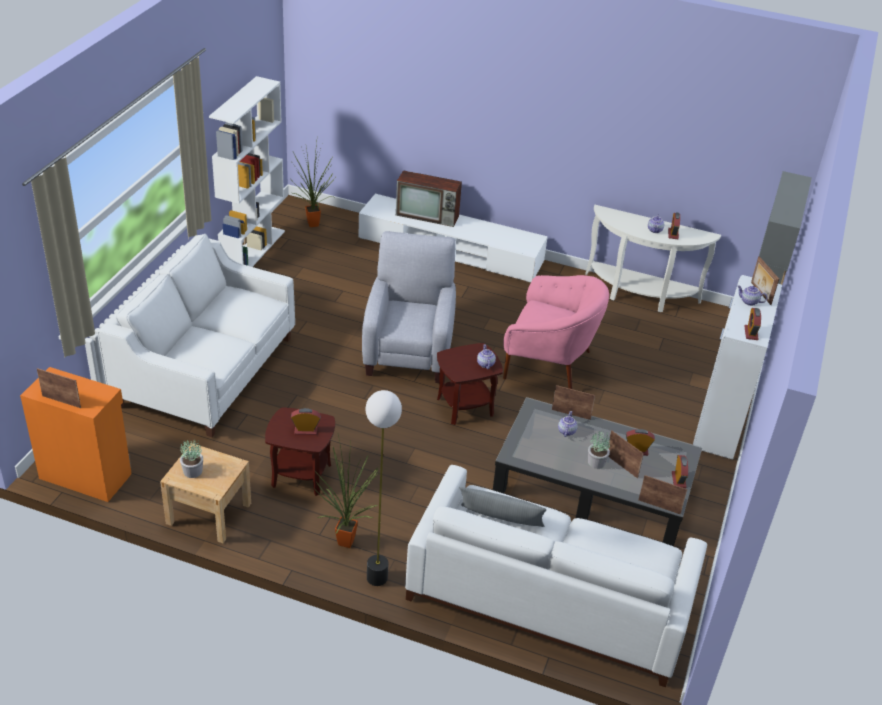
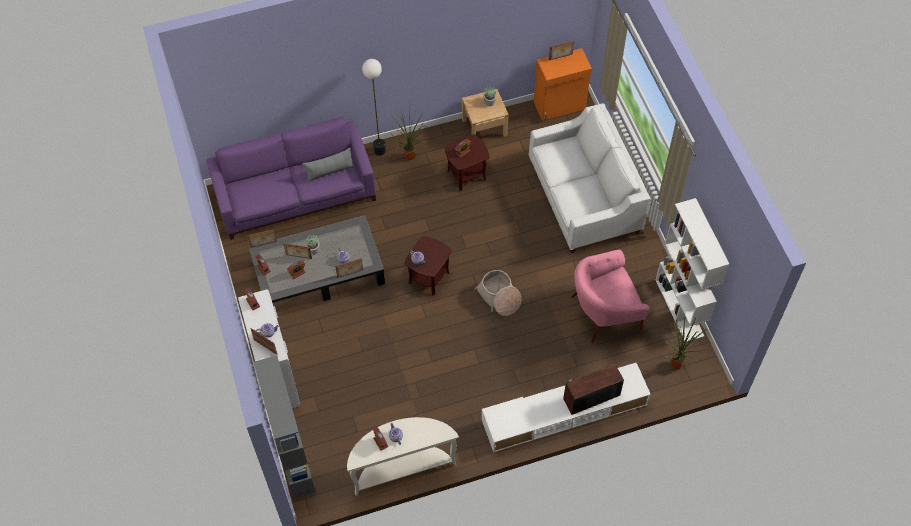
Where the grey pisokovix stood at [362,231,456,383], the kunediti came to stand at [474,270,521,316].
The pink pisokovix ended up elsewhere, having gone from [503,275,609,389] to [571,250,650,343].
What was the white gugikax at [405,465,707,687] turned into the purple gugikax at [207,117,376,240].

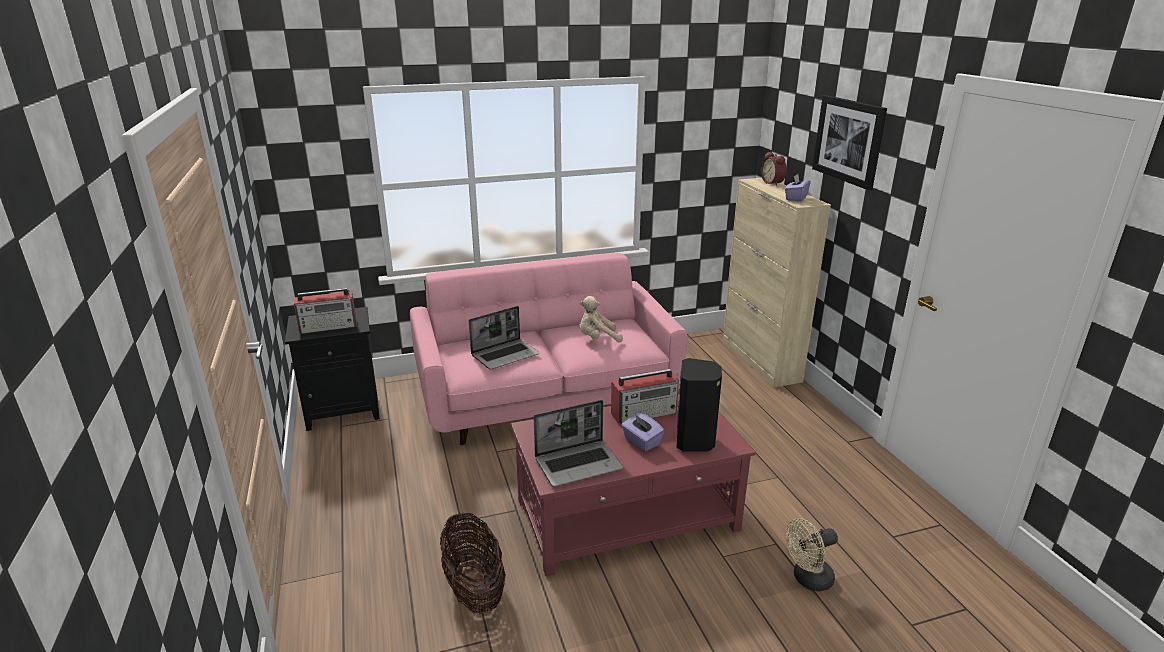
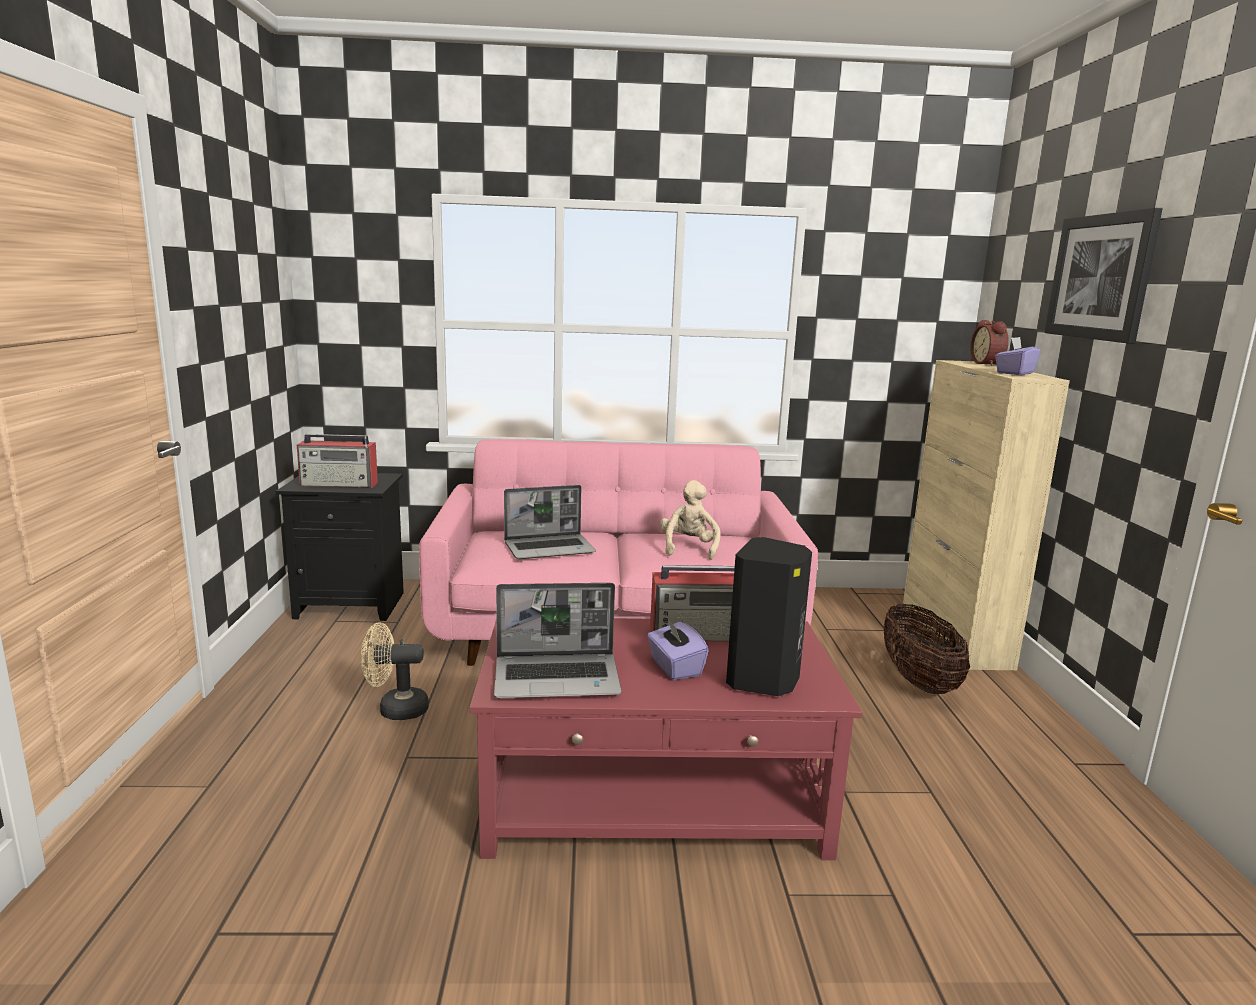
The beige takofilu at [579,296,623,342] ended up facing another way, 90 degrees clockwise from before.
The kunediti ended up elsewhere, having gone from [440,513,506,615] to [883,604,970,694].
The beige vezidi ended up elsewhere, having gone from [786,518,838,591] to [361,622,429,720].

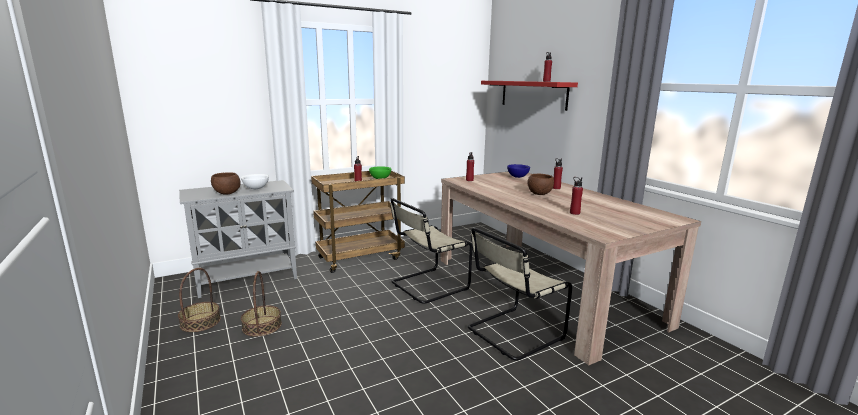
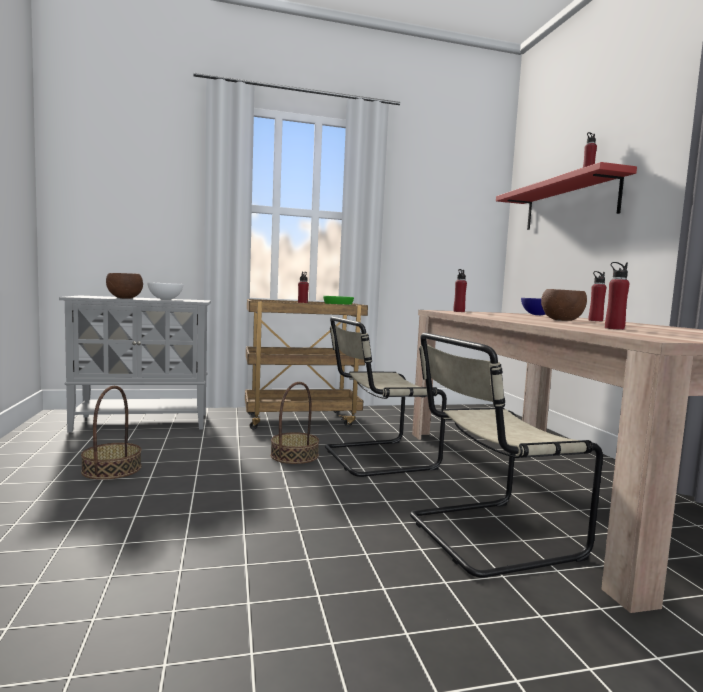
The kunediti ended up elsewhere, having gone from [178,268,221,332] to [270,382,319,464].

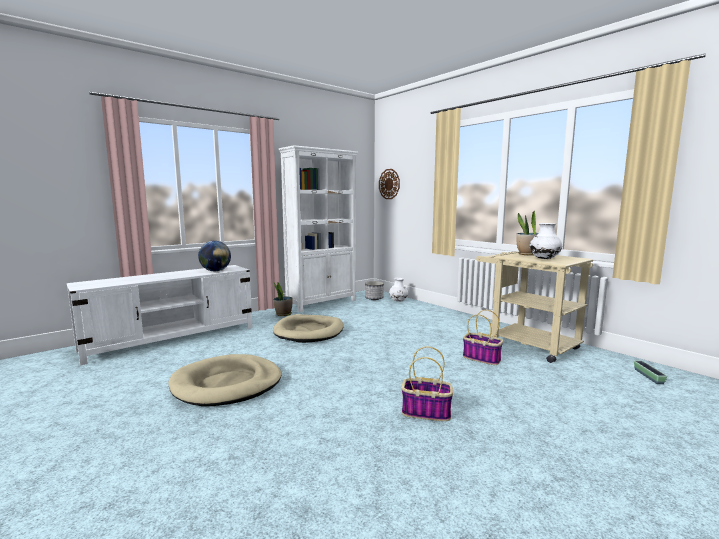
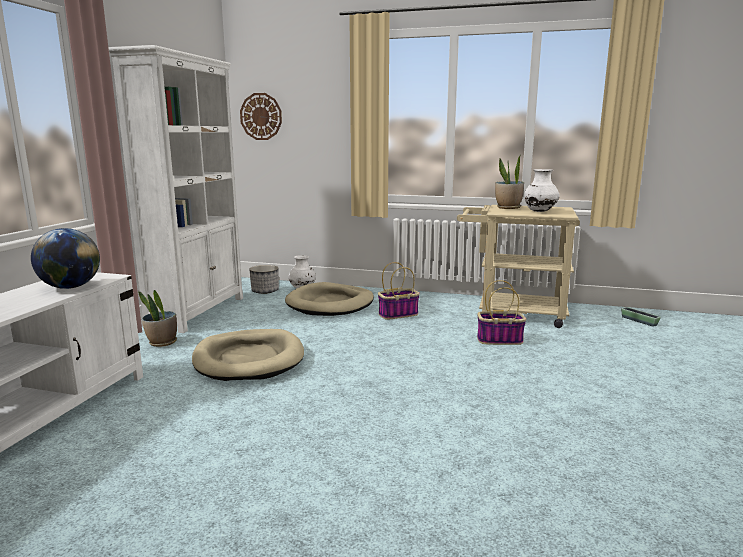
The kunediti ended up elsewhere, having gone from [401,346,453,421] to [378,262,420,320].
The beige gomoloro ended up elsewhere, having gone from [169,354,281,406] to [285,282,374,316].

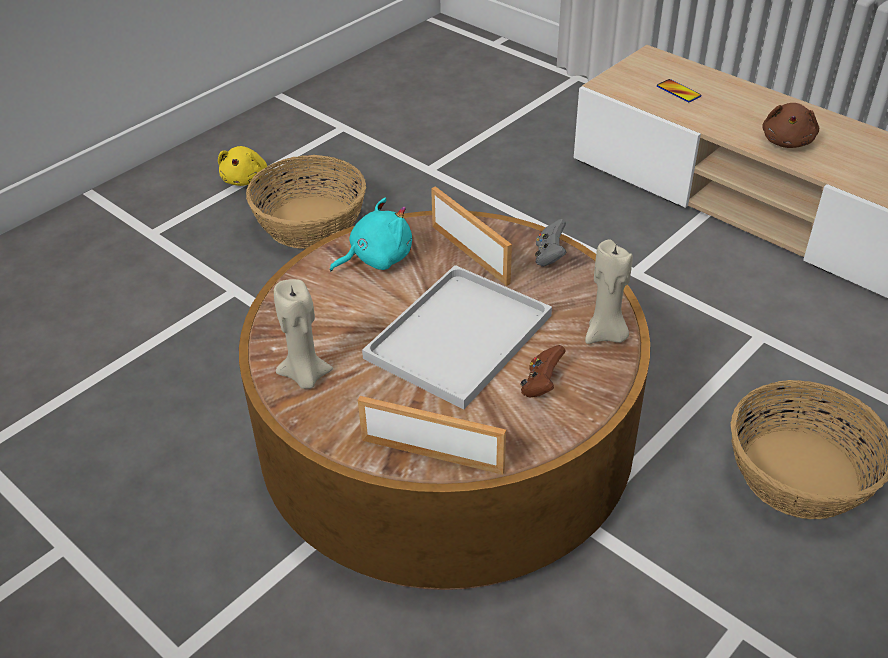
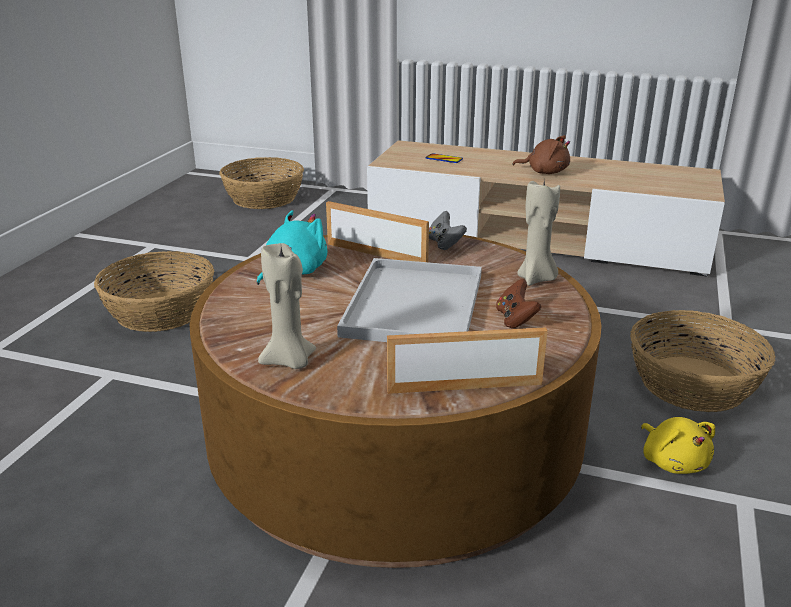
The brown takofilu at [762,103,819,148] ended up facing another way, 60 degrees counterclockwise from before.
The yellow takofilu ended up elsewhere, having gone from [218,146,267,186] to [641,417,715,474].
The second view gained the kunediti at [219,157,304,209].

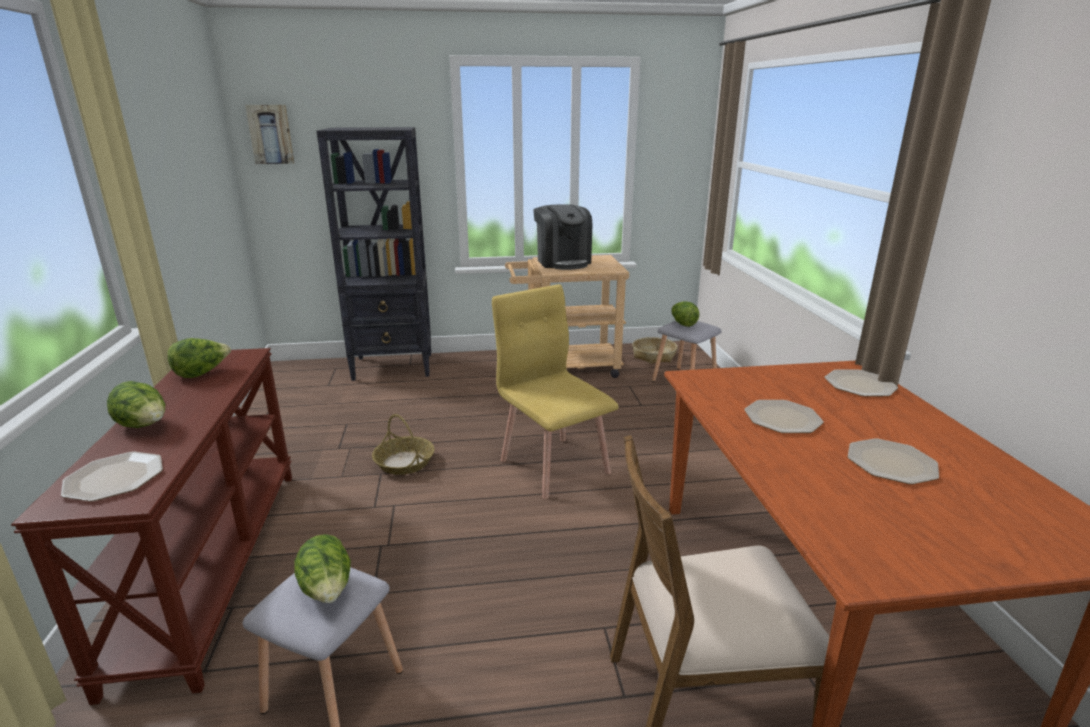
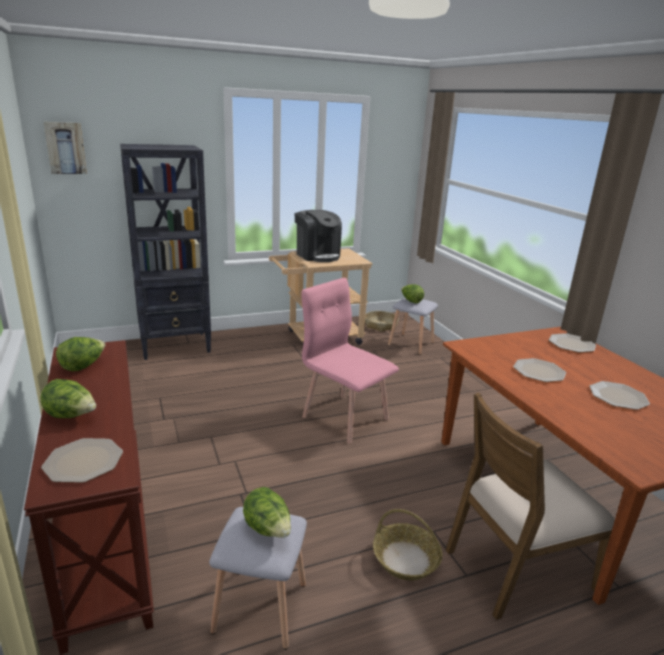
What was the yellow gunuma at [492,284,619,499] turned into the pink gunuma at [301,278,399,444].
The kunediti ended up elsewhere, having gone from [372,414,435,475] to [373,509,443,580].

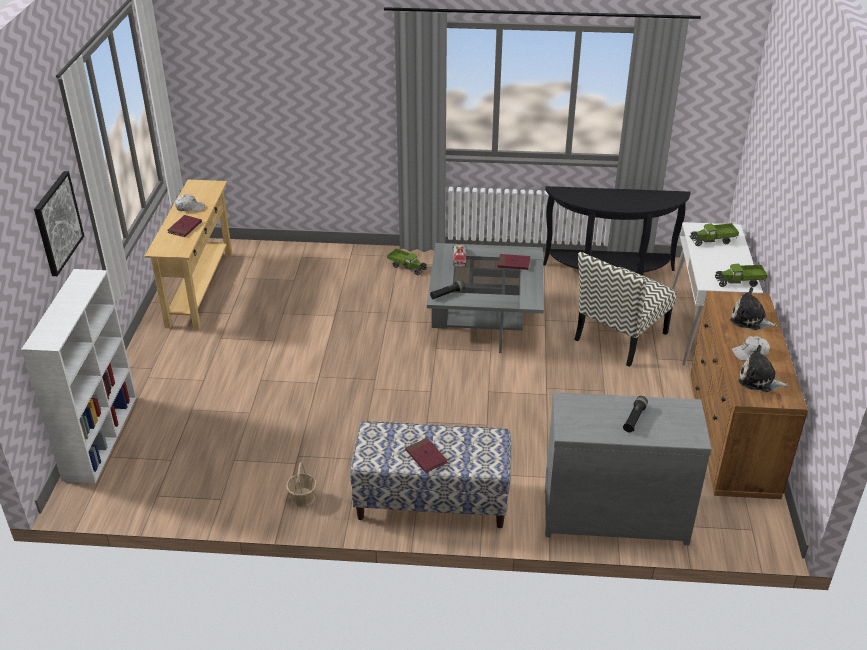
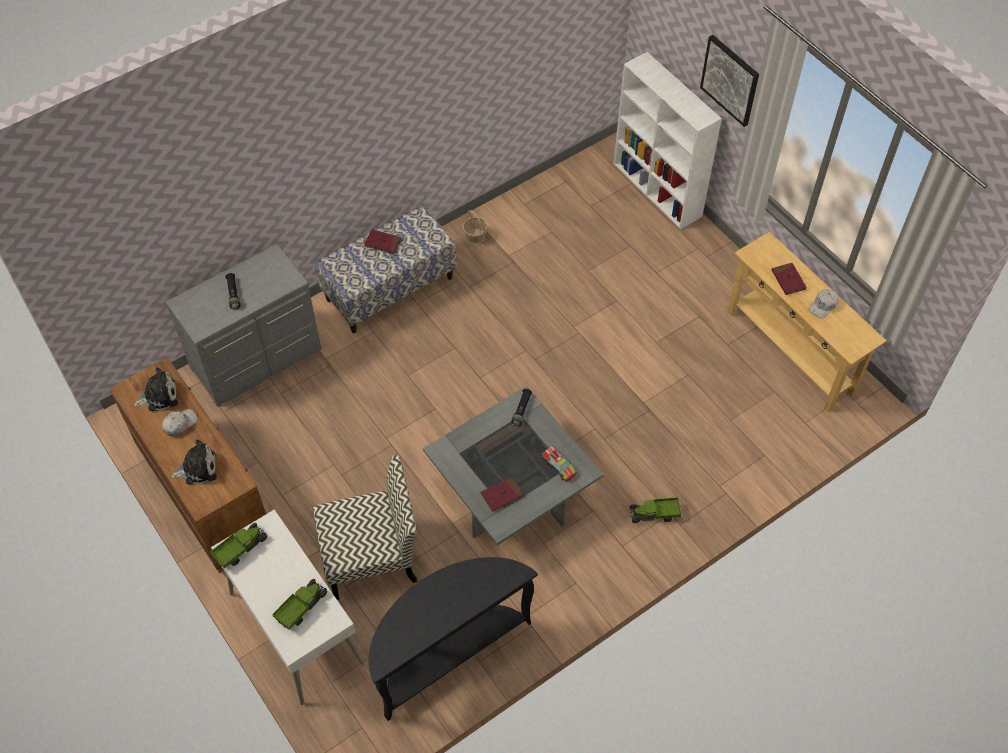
The gunuma at [574,252,677,367] ended up facing another way, 75 degrees clockwise from before.

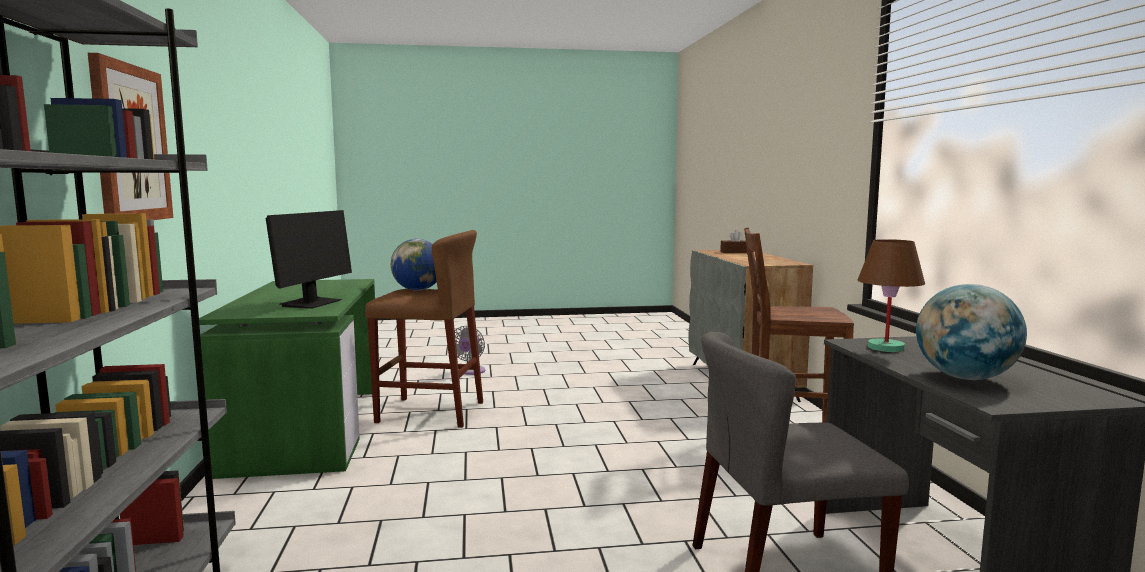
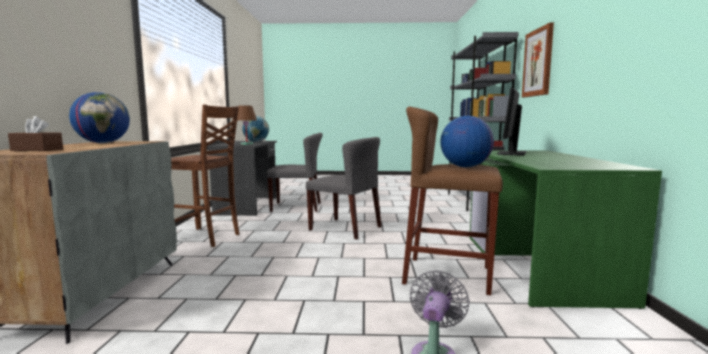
The second view gained the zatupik at [69,92,130,143].
The second view gained the grey gunuma at [306,137,382,239].

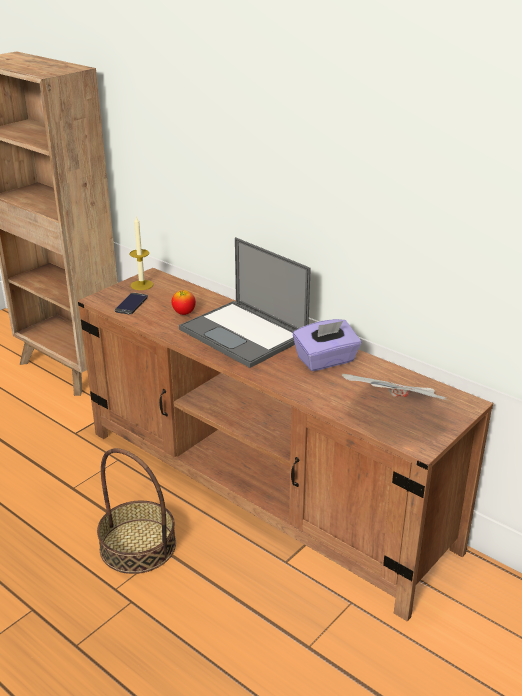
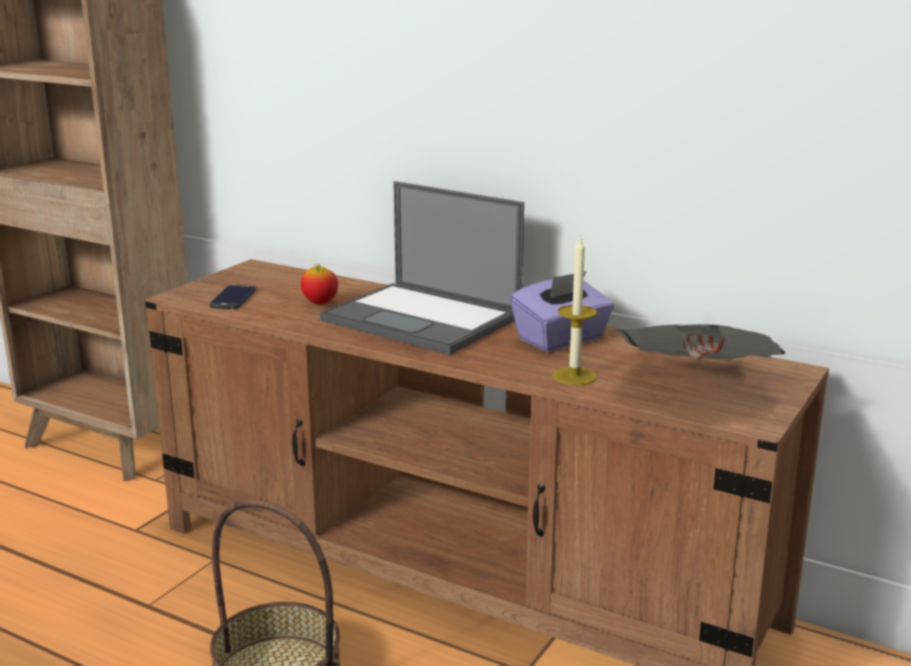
The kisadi ended up elsewhere, having gone from [130,217,153,290] to [552,235,597,385].

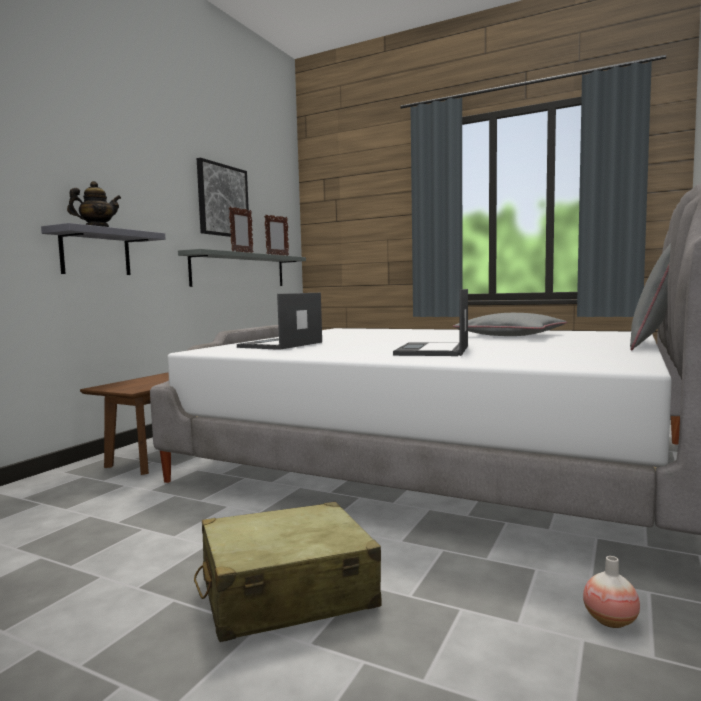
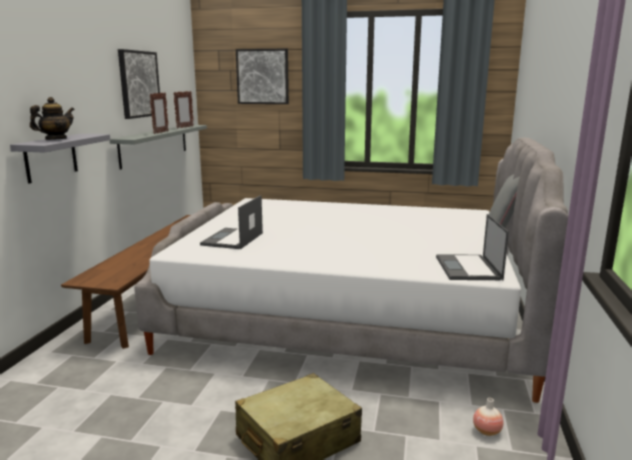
The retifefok ended up elsewhere, having gone from [393,289,468,356] to [436,214,509,280].
The second view lost the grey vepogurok at [453,313,568,336].
The second view gained the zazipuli at [236,49,289,104].

